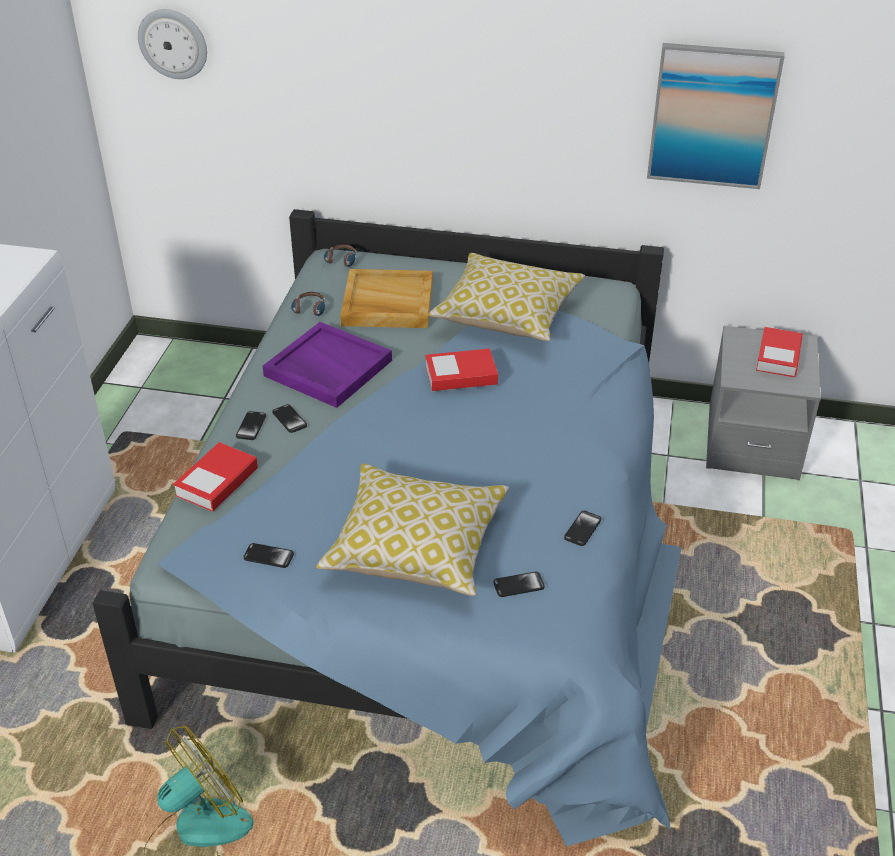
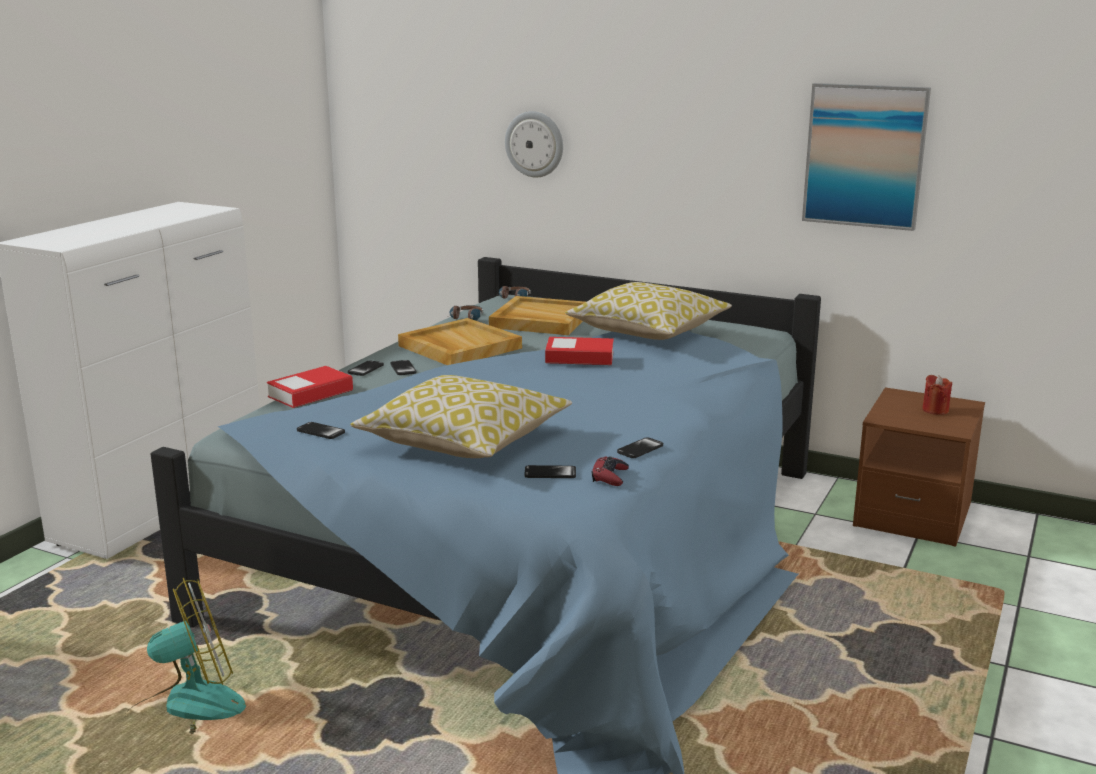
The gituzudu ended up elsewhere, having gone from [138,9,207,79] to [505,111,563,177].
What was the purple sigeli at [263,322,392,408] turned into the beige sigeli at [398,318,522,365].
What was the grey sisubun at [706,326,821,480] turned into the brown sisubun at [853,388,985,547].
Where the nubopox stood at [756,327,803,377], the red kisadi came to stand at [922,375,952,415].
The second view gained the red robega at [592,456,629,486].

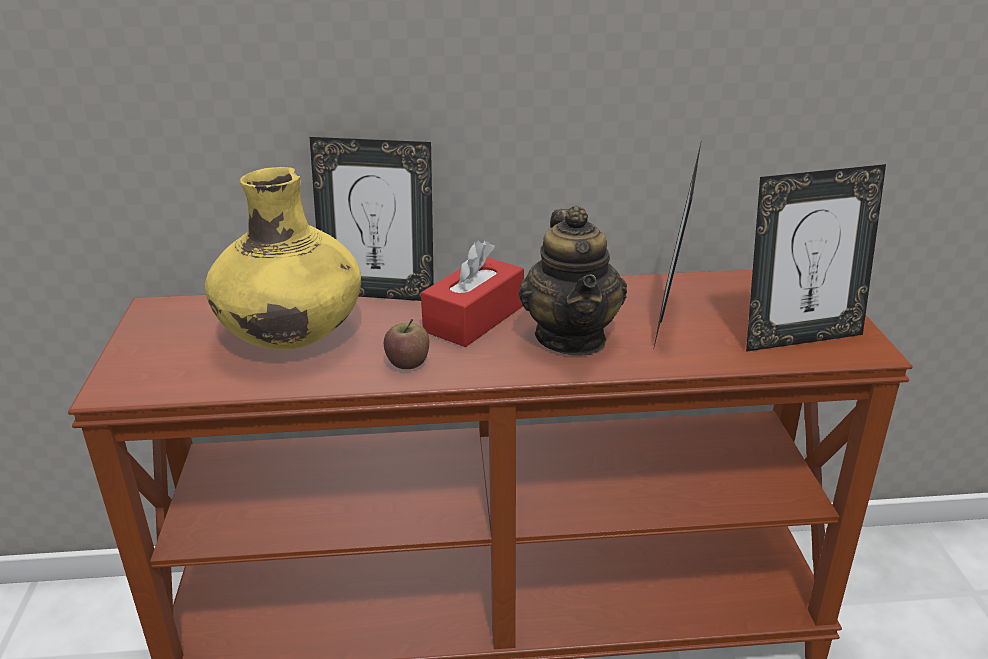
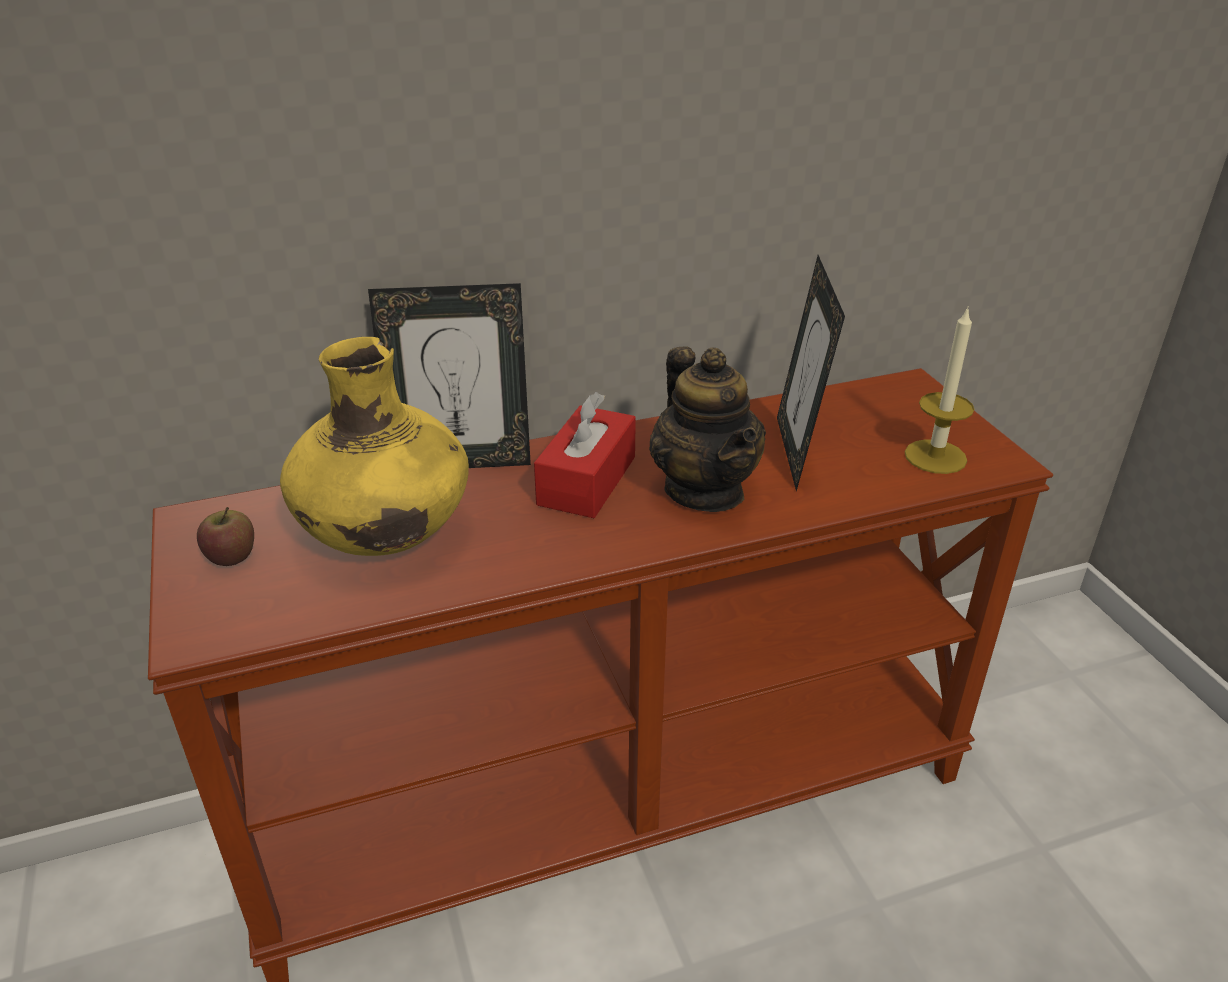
Where the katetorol stood at [746,164,886,352], the kisadi came to stand at [905,307,974,474].
The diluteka ended up elsewhere, having gone from [384,319,429,369] to [197,507,254,566].

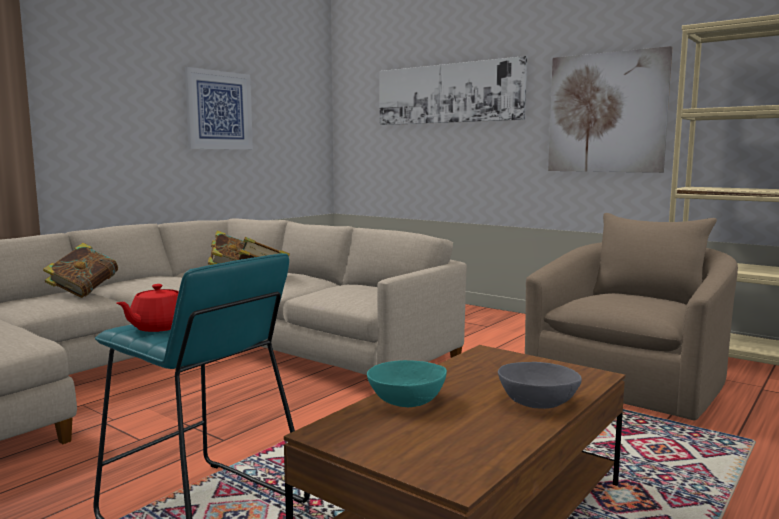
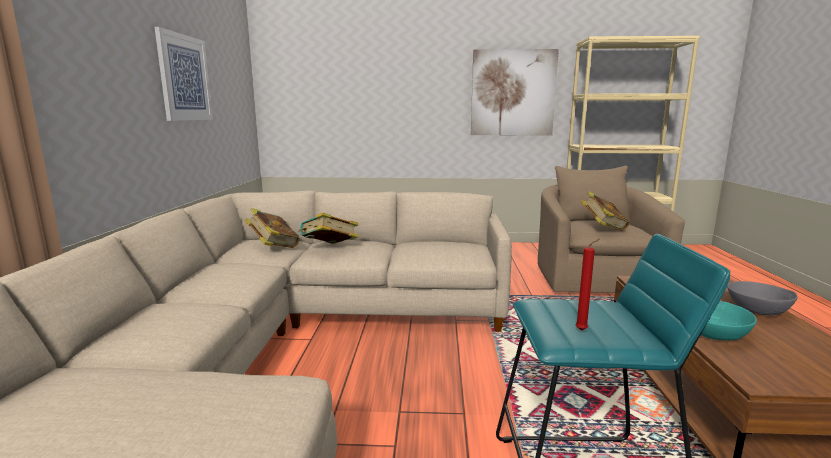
The second view lost the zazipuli at [380,56,527,125].
The nubopox ended up elsewhere, having gone from [43,243,118,298] to [581,192,630,231].
Where the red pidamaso stood at [116,284,179,332], the red kisadi came to stand at [576,239,600,331].

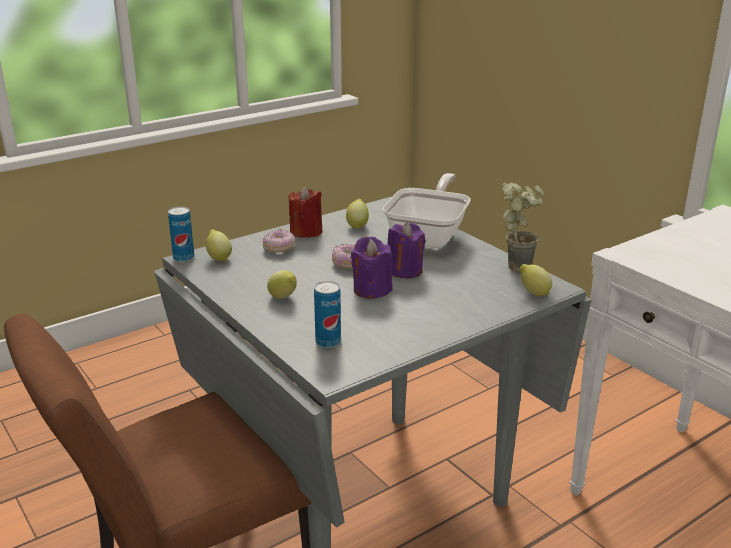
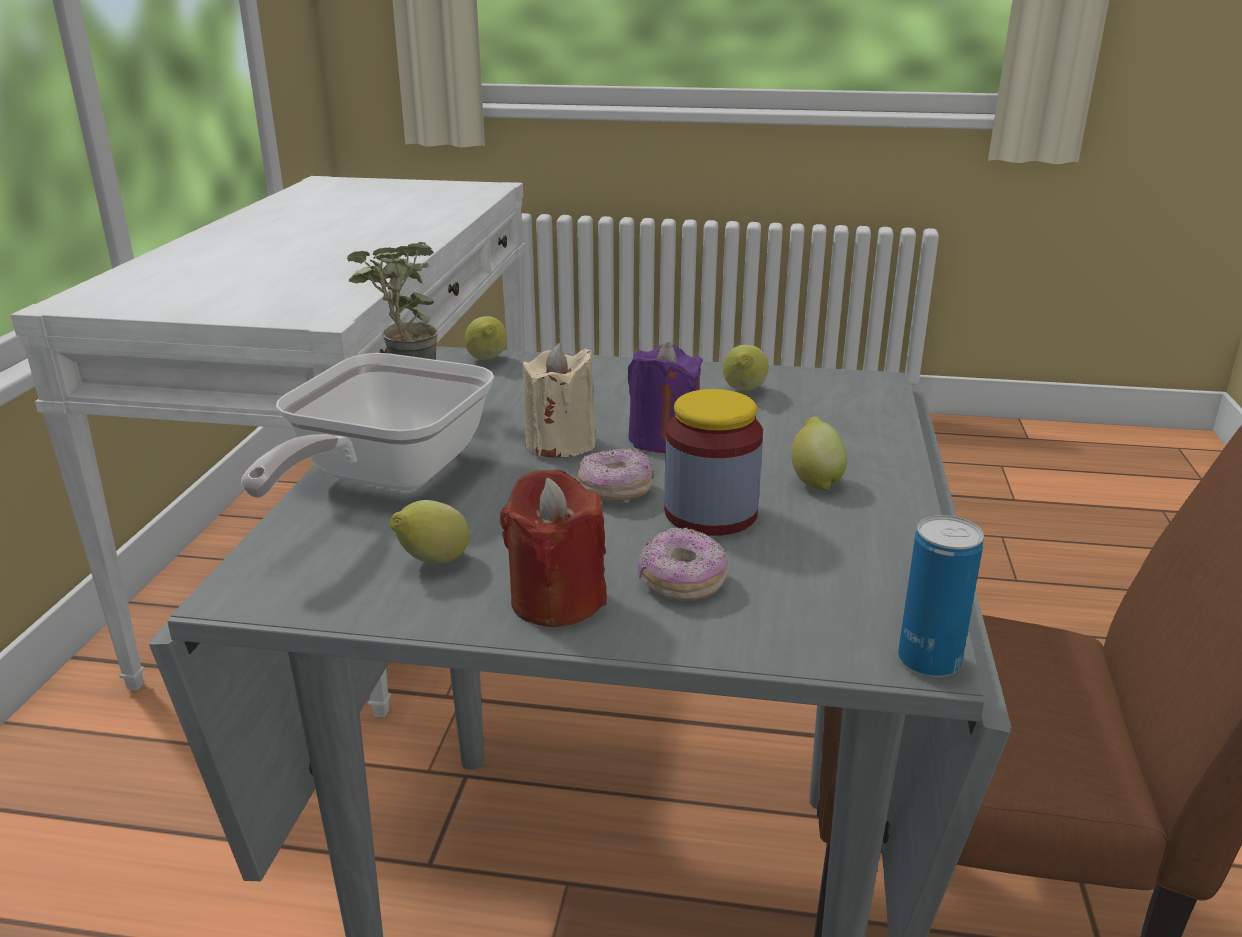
The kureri at [383,173,471,248] ended up facing another way, 45 degrees counterclockwise from before.
What was the purple kisadi at [387,222,426,278] turned into the beige kisadi at [522,343,596,457].
The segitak ended up elsewhere, having gone from [206,229,232,261] to [723,345,769,391].
The second view lost the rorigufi at [314,281,341,348].
The second view gained the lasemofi at [664,389,763,536].

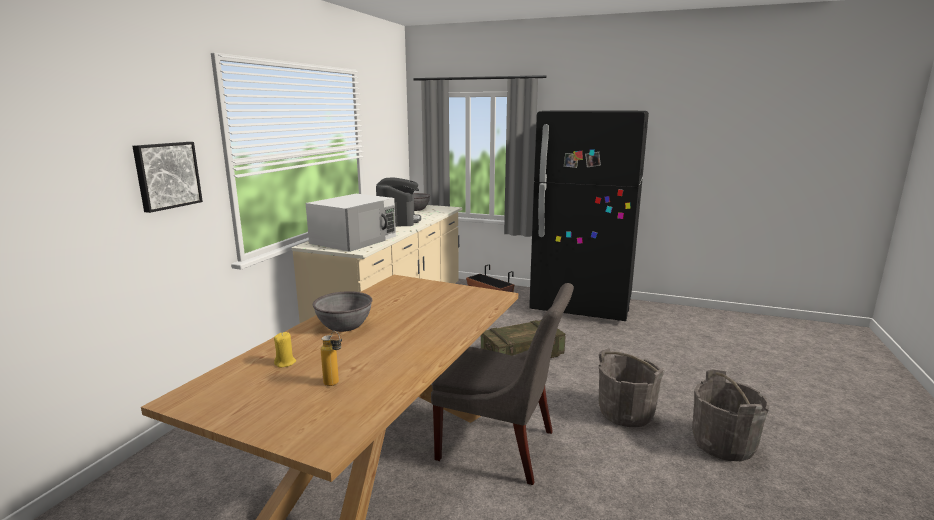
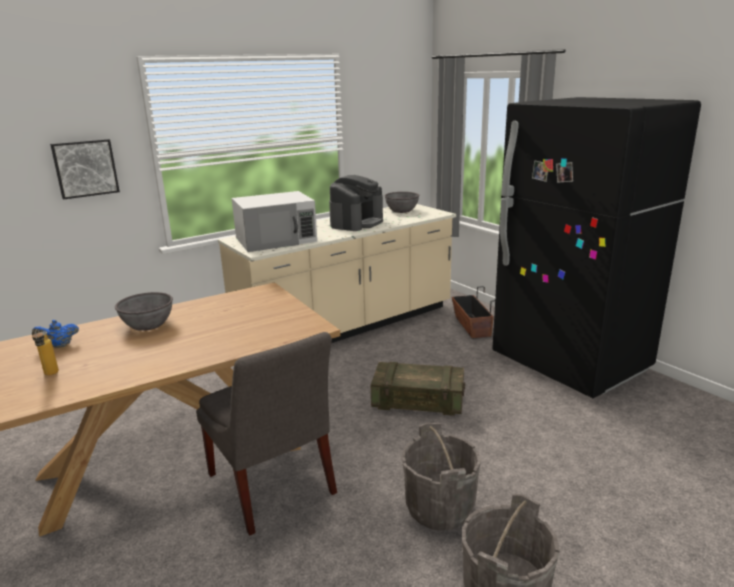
Where the yellow kisadi stood at [274,332,296,367], the blue pidamaso came to stand at [32,320,79,348].

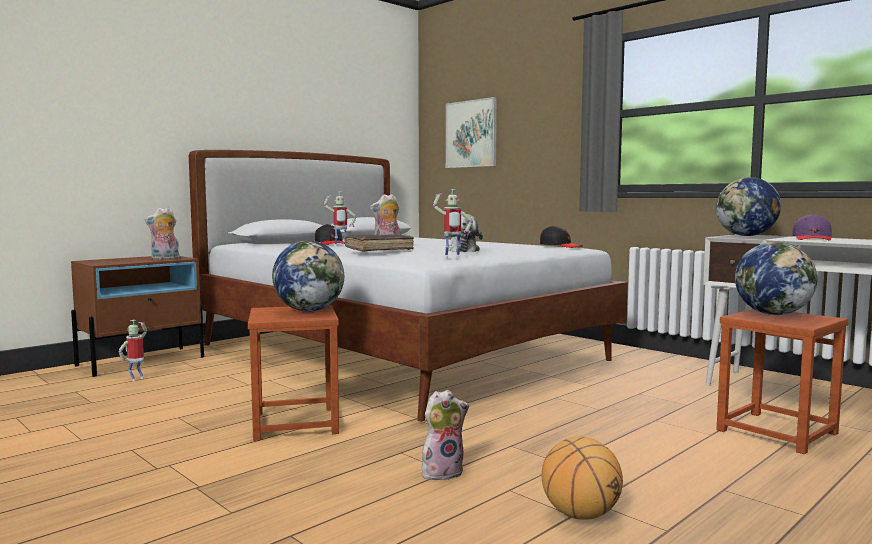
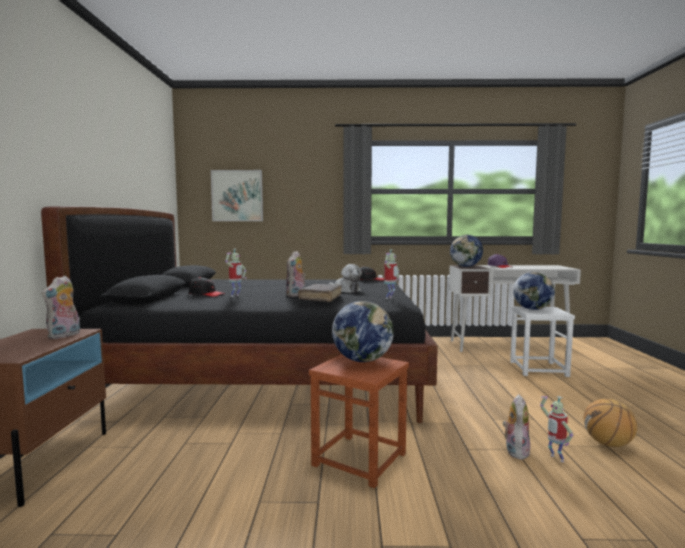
What was the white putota at [189,150,628,421] turned into the black putota at [41,206,438,423].
What was the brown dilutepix at [717,309,849,454] turned into the white dilutepix at [510,306,575,377].
The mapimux ended up elsewhere, having gone from [119,320,147,382] to [540,396,573,462].

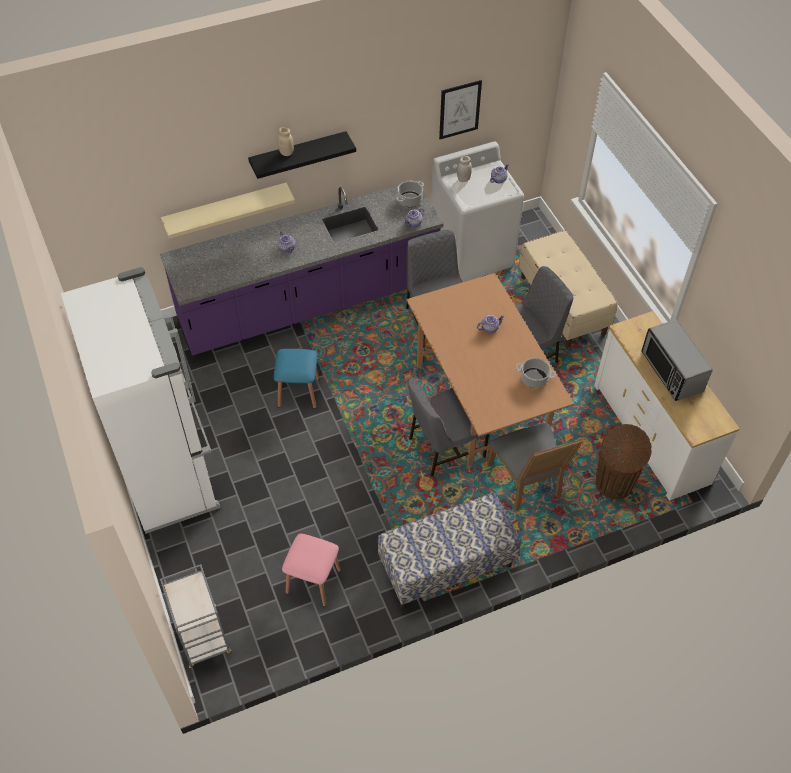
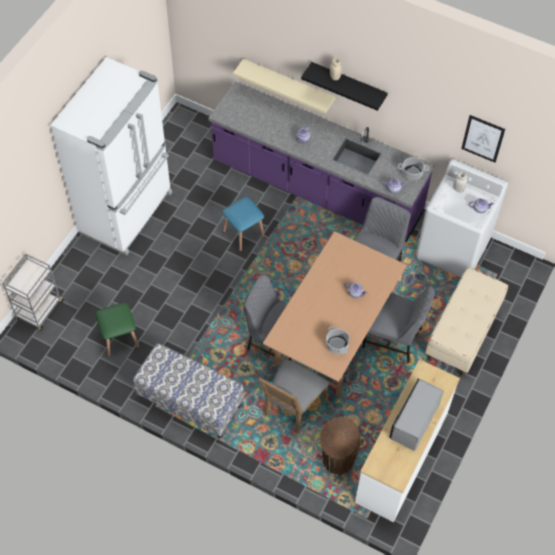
What was the pink dilutepix at [282,534,341,607] turned into the green dilutepix at [95,303,140,357].

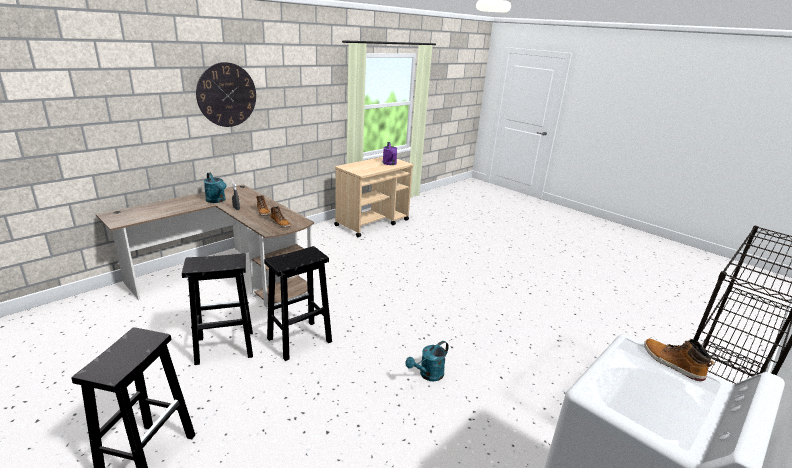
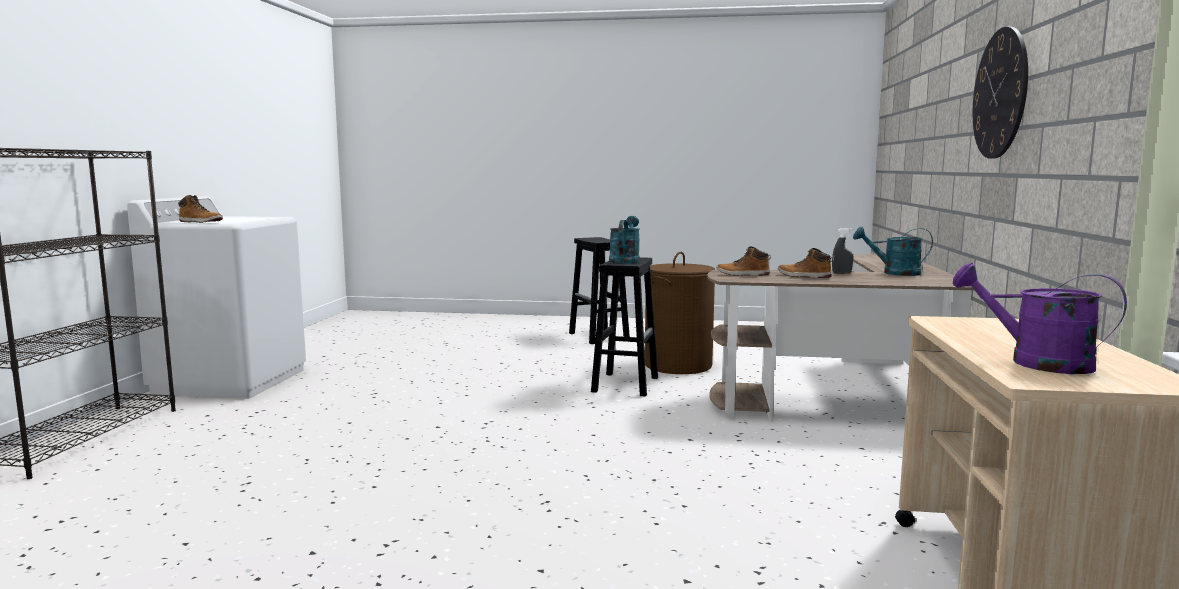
Where the black dilutepix stood at [182,253,253,365], the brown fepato came to stand at [645,252,715,374].
The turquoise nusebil ended up elsewhere, having gone from [405,341,449,381] to [609,216,640,264].

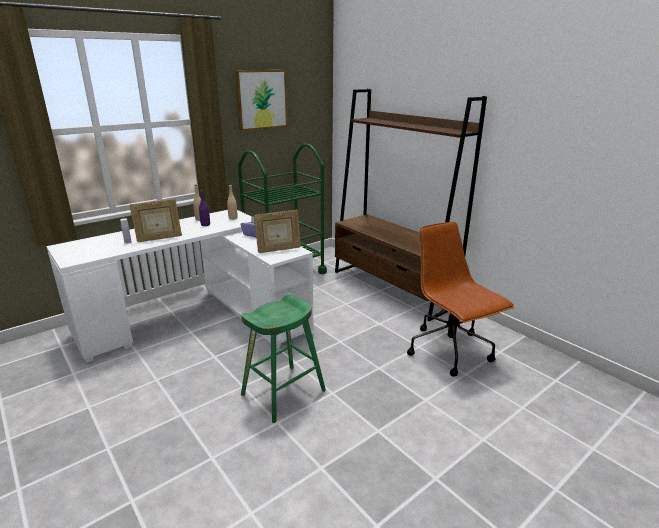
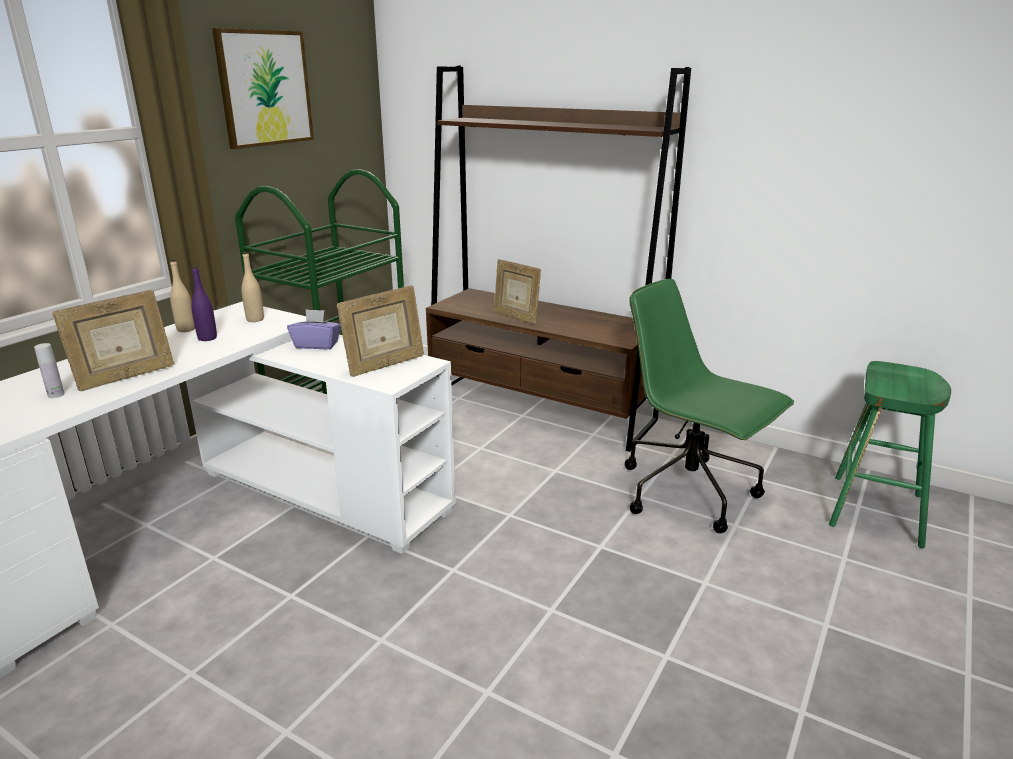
What was the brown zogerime at [407,222,515,376] turned into the green zogerime at [625,279,794,533].
The green dilutepix ended up elsewhere, having gone from [241,295,326,423] to [829,361,951,548].
The second view gained the katetorol at [494,259,541,324].

